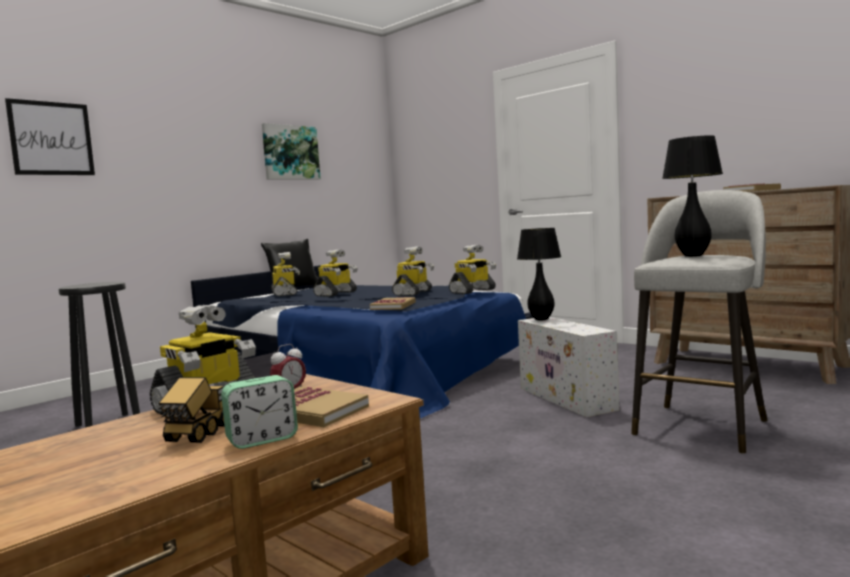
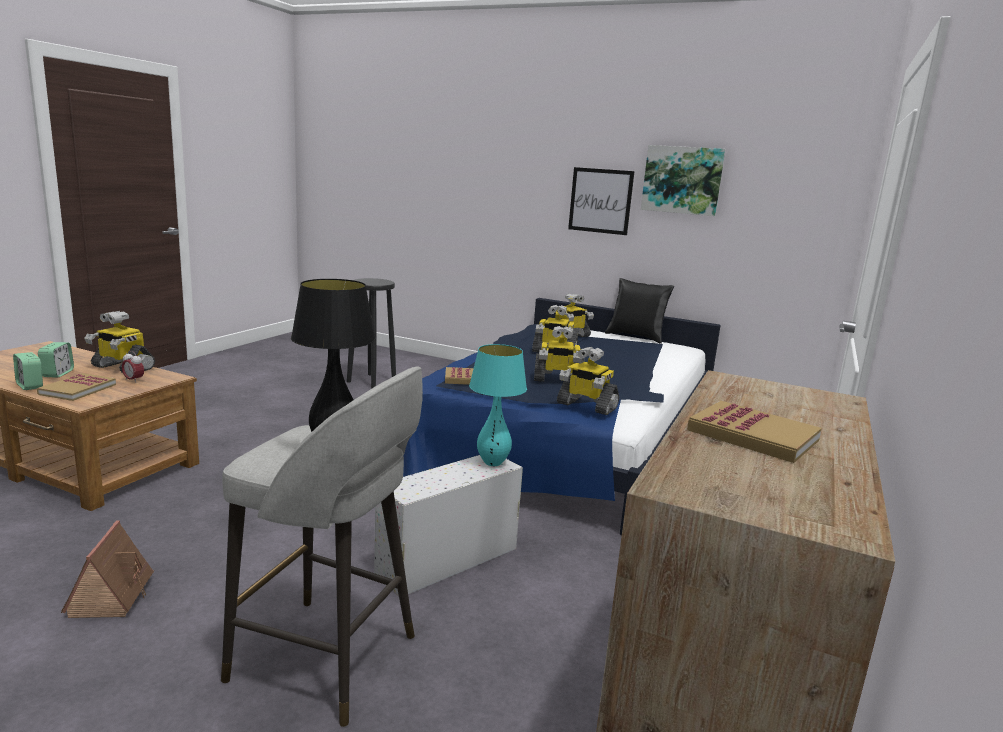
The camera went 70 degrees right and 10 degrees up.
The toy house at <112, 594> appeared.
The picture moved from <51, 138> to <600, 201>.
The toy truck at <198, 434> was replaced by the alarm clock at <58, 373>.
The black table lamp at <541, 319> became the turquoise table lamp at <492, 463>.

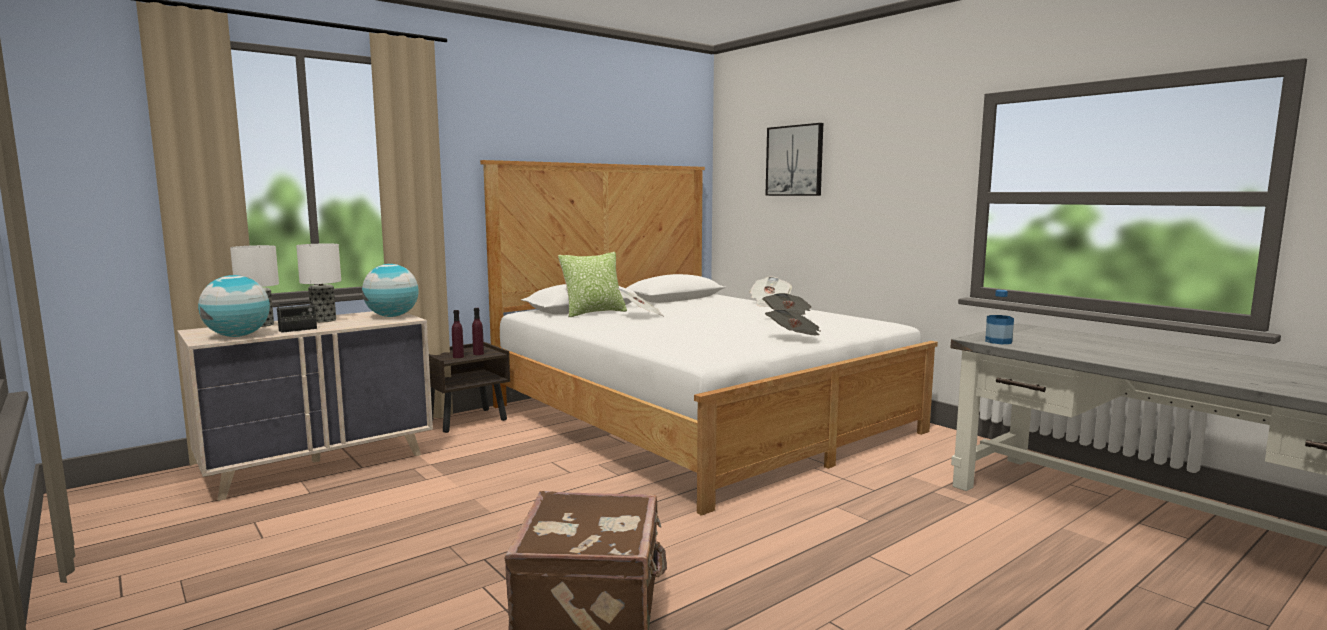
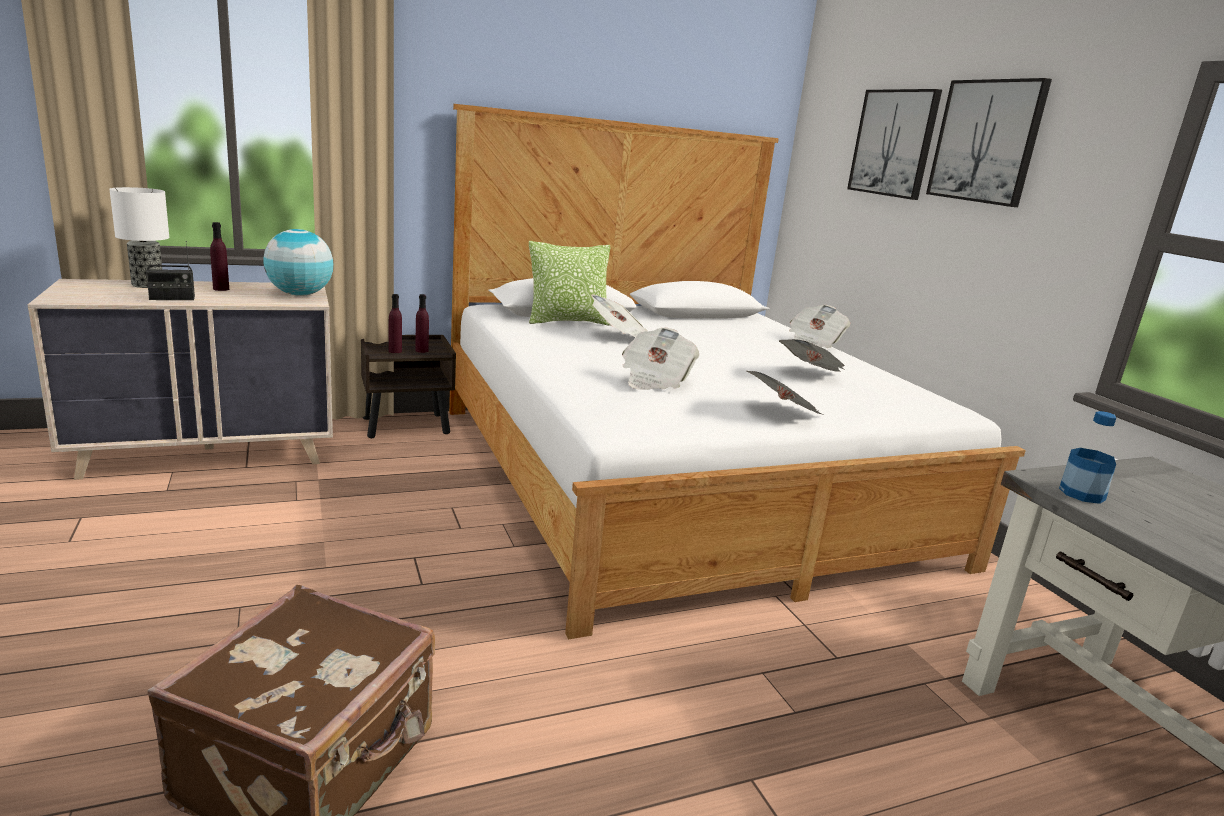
The camera went 15 degrees right and 10 degrees up.
The globe at <238, 336> disappeared.
The newspaper at <655, 380> appeared.
The picture at <986, 141> appeared.
The table lamp at <324, 320> was replaced by the purple bottle at <221, 289>.

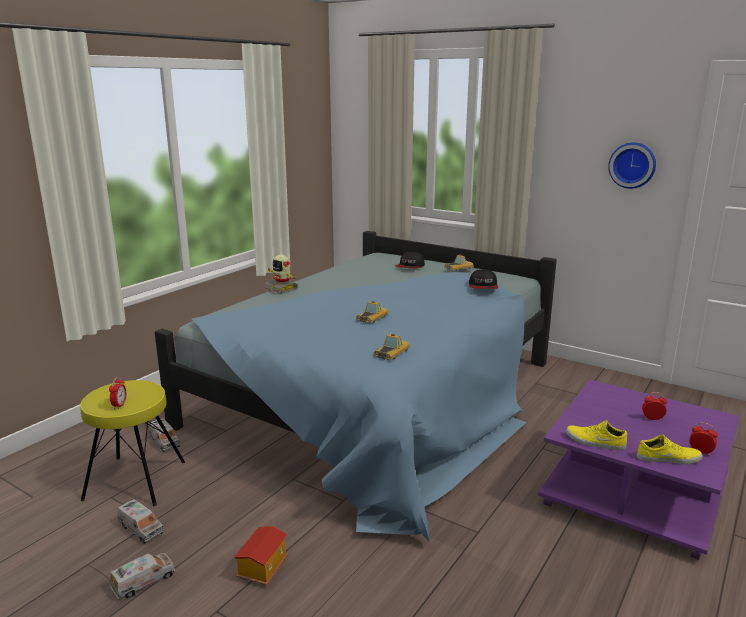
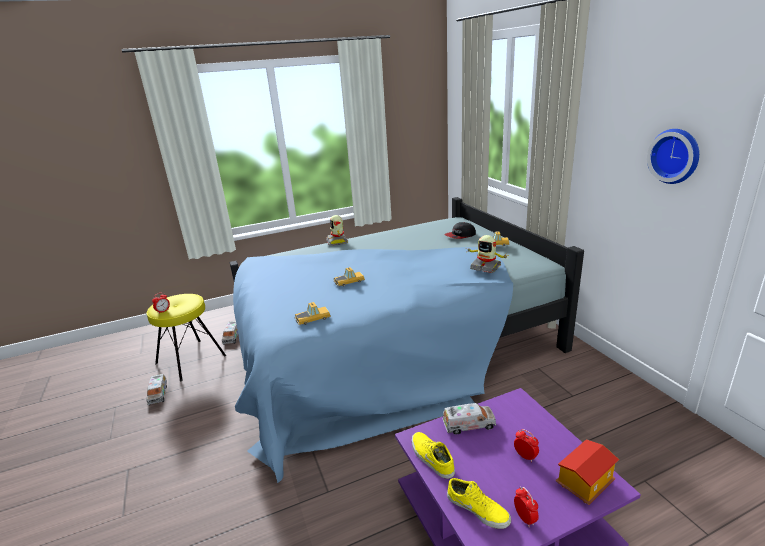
The camera went 35 degrees right and 5 degrees up.
The toy truck moved from <143, 582> to <468, 425>.
The toy house moved from <262, 568> to <584, 483>.
The cap at <483, 286> was replaced by the toy robot at <485, 267>.

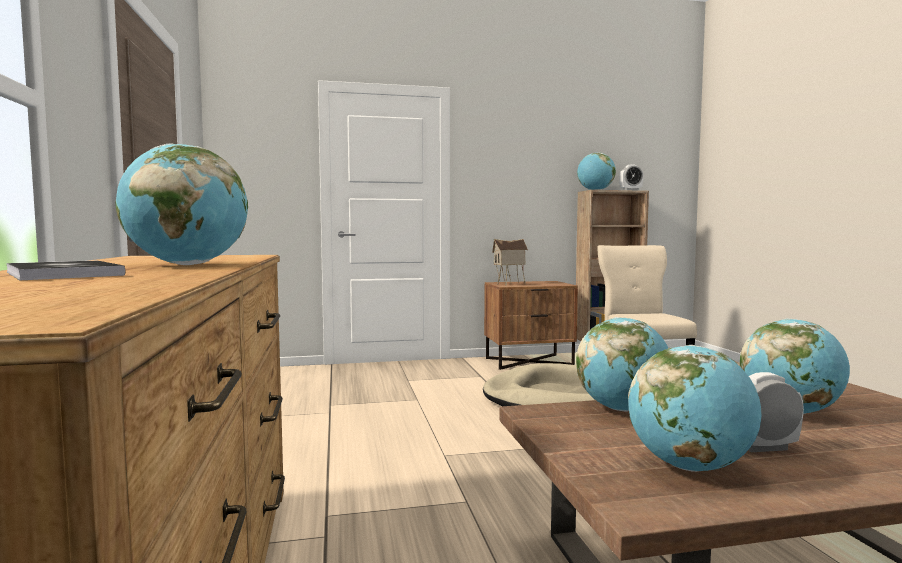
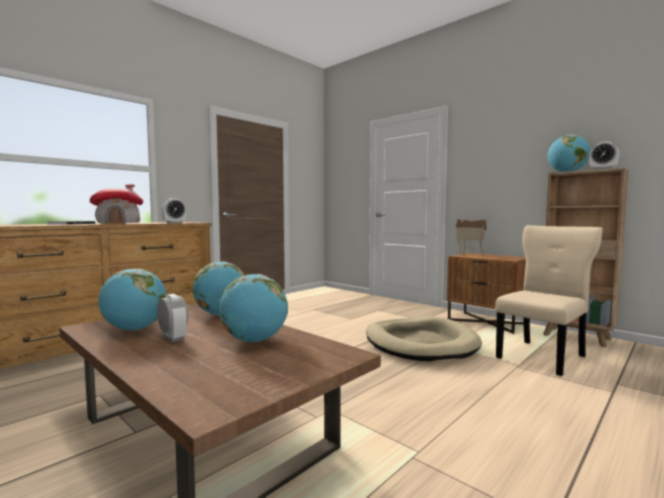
The camera went 55 degrees right and 0 degrees up.
The alarm clock at <174, 223> appeared.
The globe at <187, 265> was replaced by the toy house at <119, 223>.

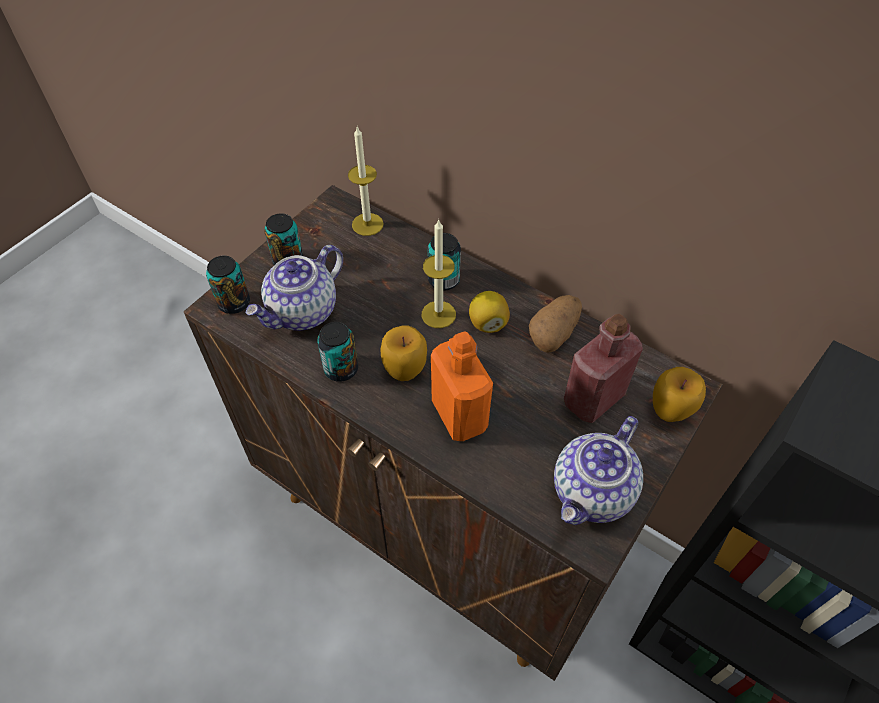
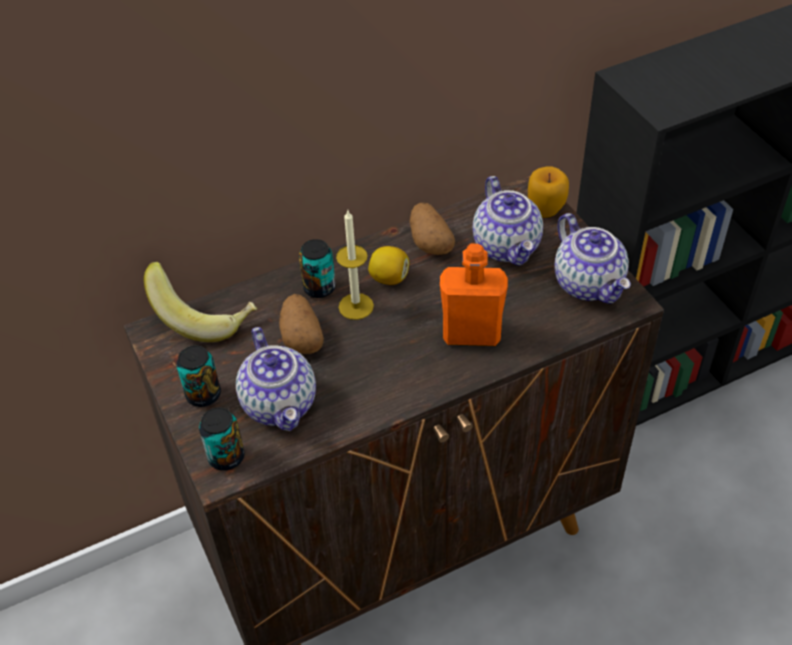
The camera went 60 degrees left and 5 degrees down.
The can at <341, 369> disappeared.
The apple at <405, 370> disappeared.
The potato at <302, 336> appeared.
The candle at <367, 224> was replaced by the banana at <205, 316>.
The red bottle at <593, 399> was replaced by the teapot at <507, 246>.

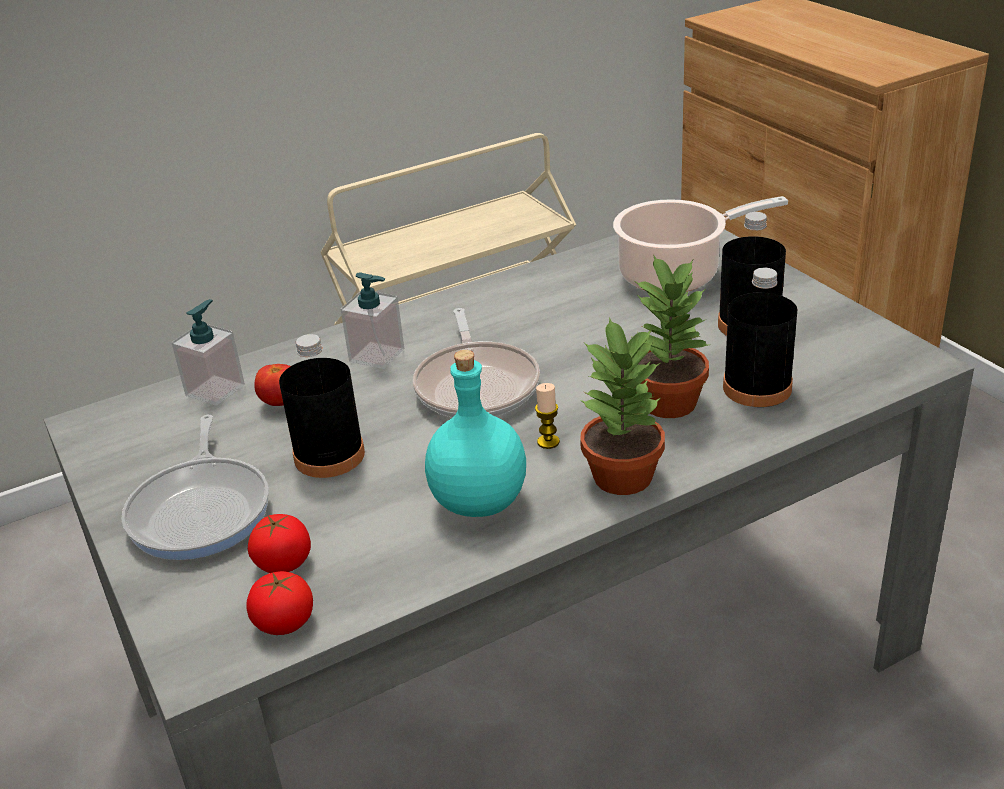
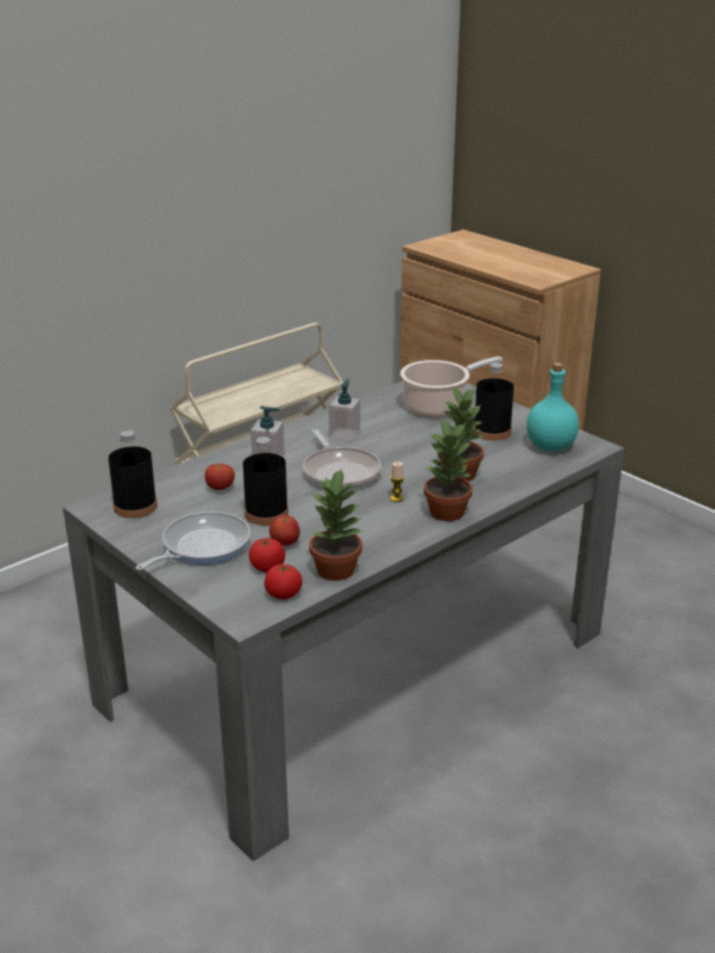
The camera went 15 degrees left and 5 degrees down.
The tomato at <285, 543> appeared.
The potted plant at <337, 570> appeared.
The soap dispenser moved from <215, 390> to <345, 434>.
The turquoise bottle moved from <477, 501> to <549, 446>.
The black bottle moved from <757, 388> to <135, 507>.
The frying pan at <202, 510> turned 120 degrees counterclockwise.

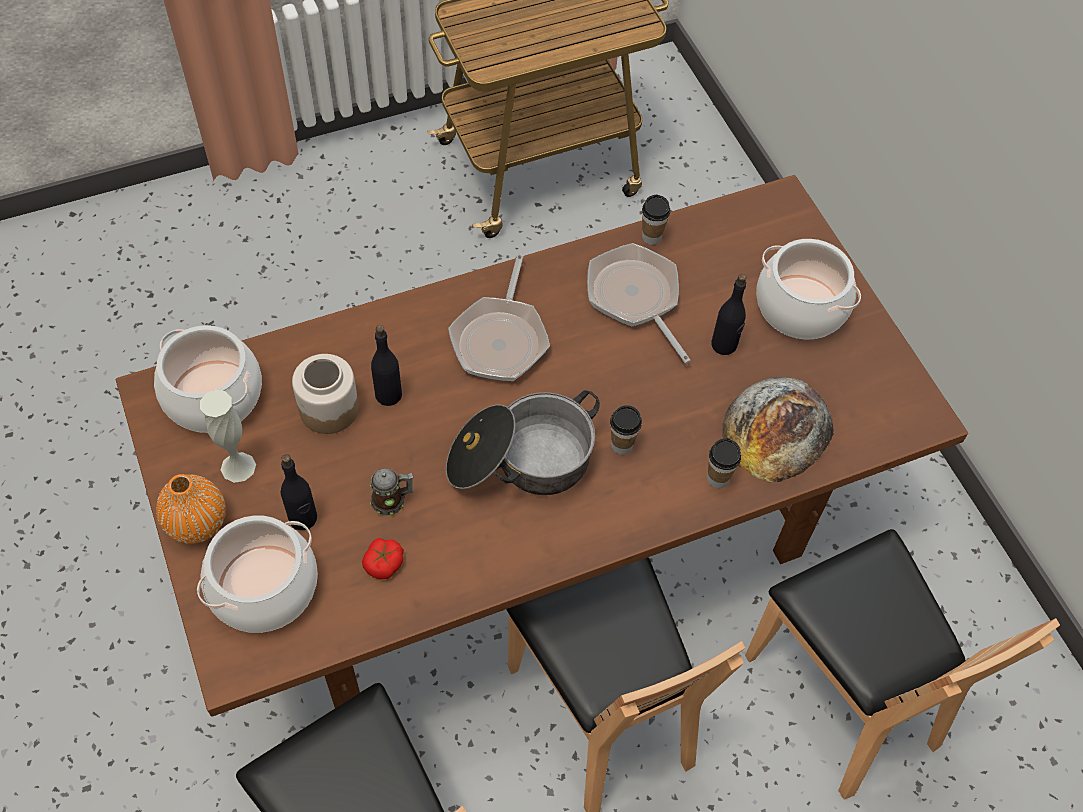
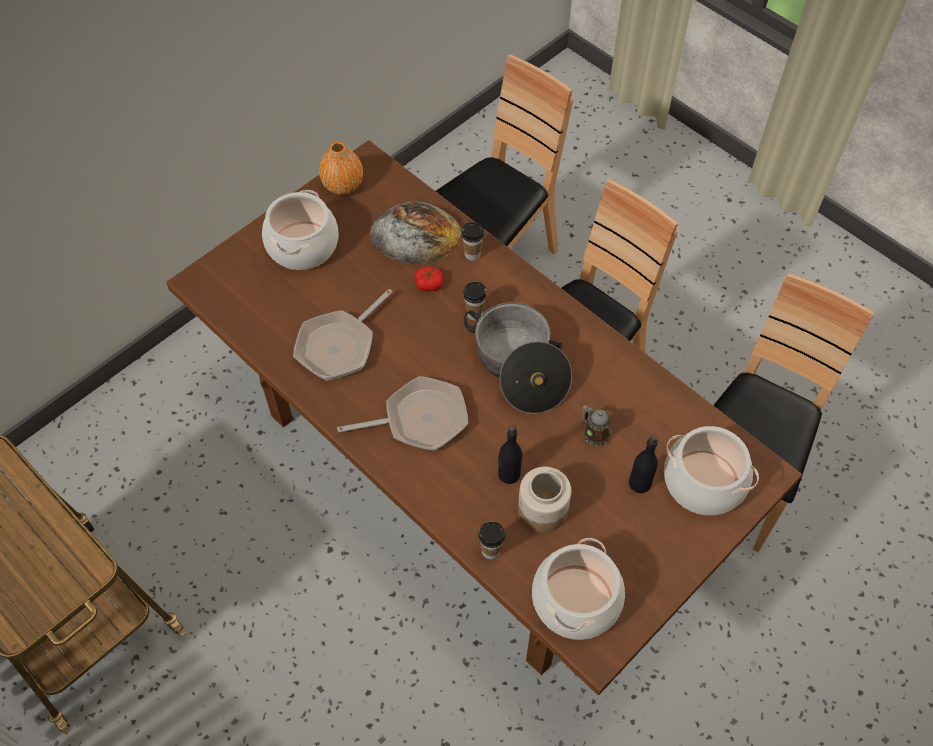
The camera went 110 degrees left and 0 degrees up.
The white vase at <238, 467> disappeared.
The black bottle at <724, 345> disappeared.
The orange vase moved from <197, 523> to <343, 185>.
The tomato moved from <384, 563> to <429, 284>.
The cup moved from <651, 237> to <490, 550>.

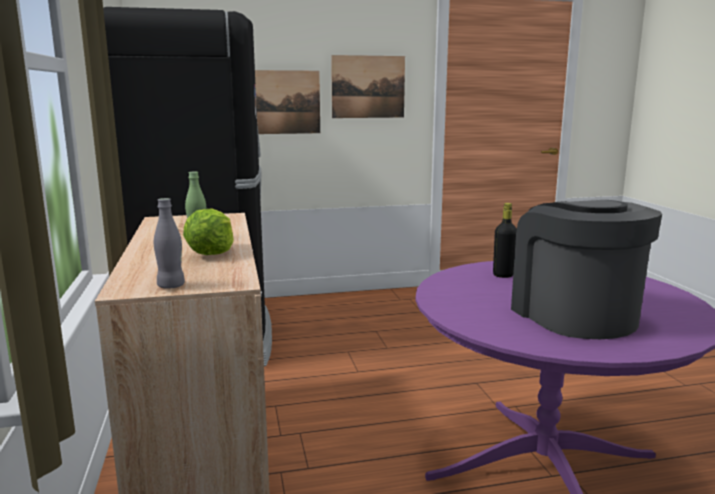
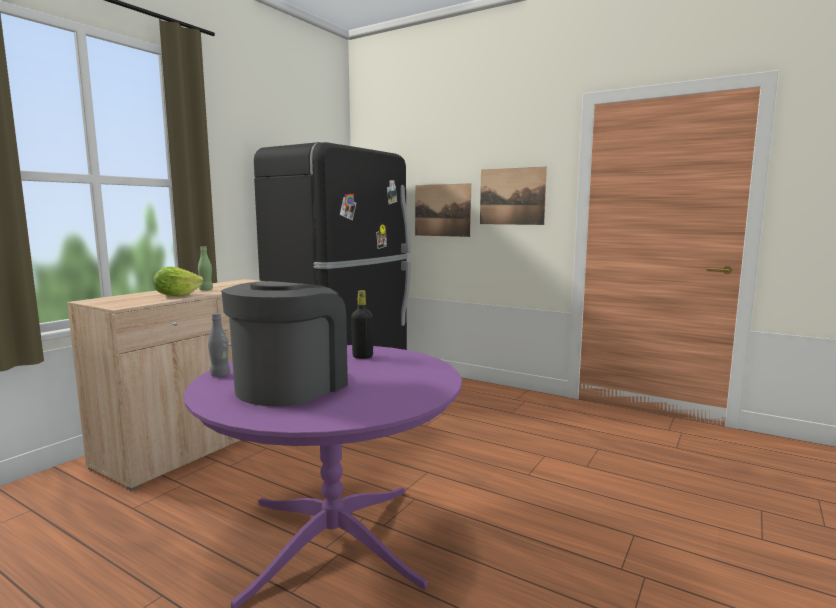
The camera went 45 degrees right and 5 degrees down.
The grey bottle moved from <171, 286> to <220, 375>.

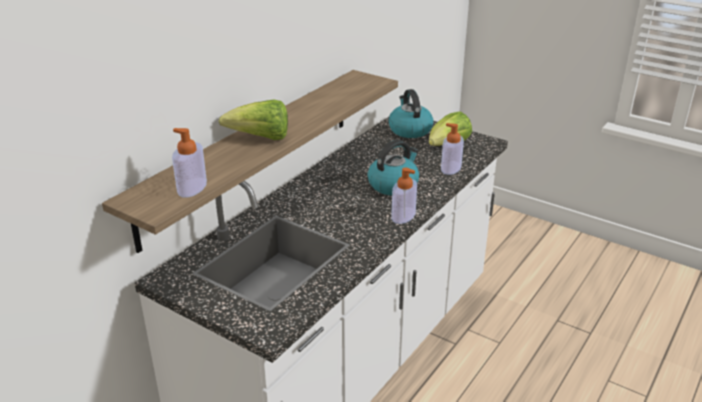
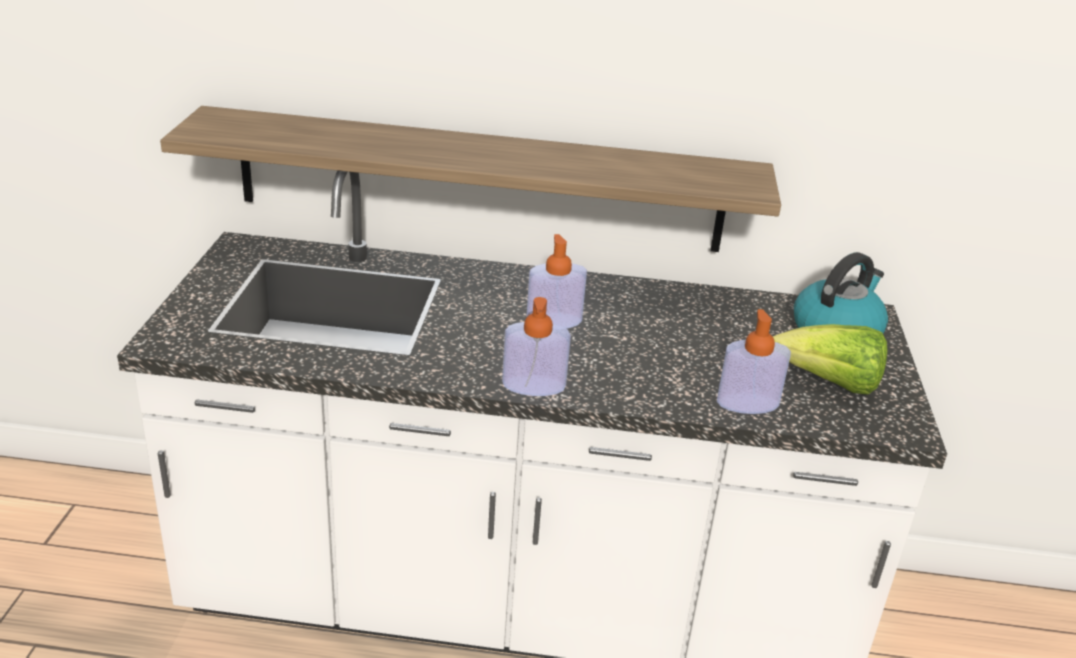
The camera went 60 degrees right and 0 degrees up.
The lettuce at <261, 138> disappeared.
The kettle at <393, 185> disappeared.
The soap dispenser moved from <192, 187> to <554, 321>.

